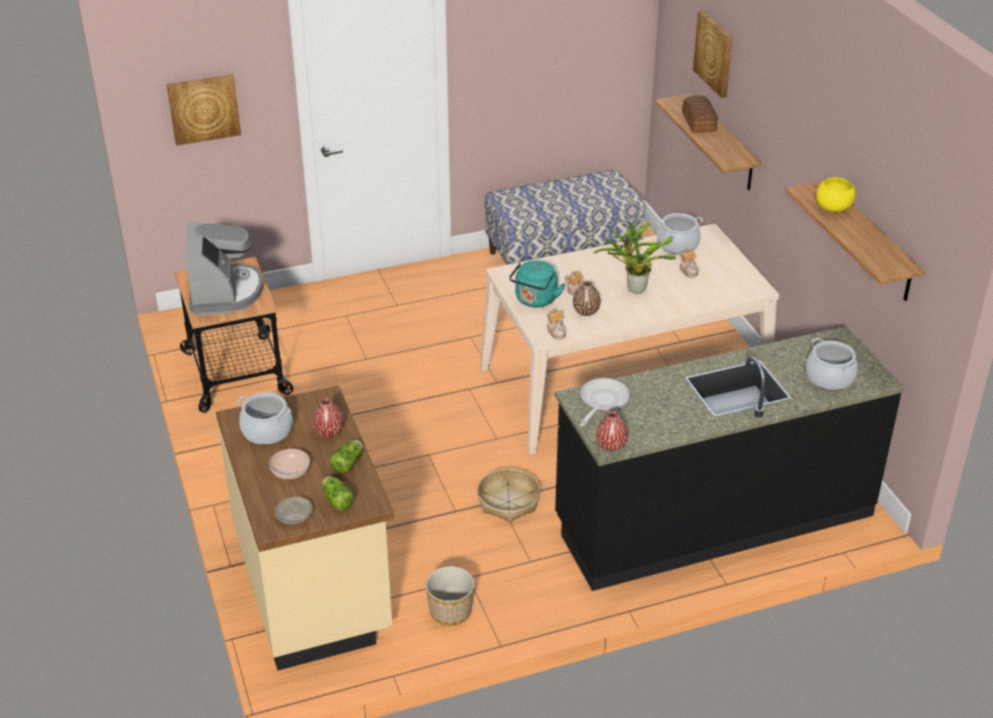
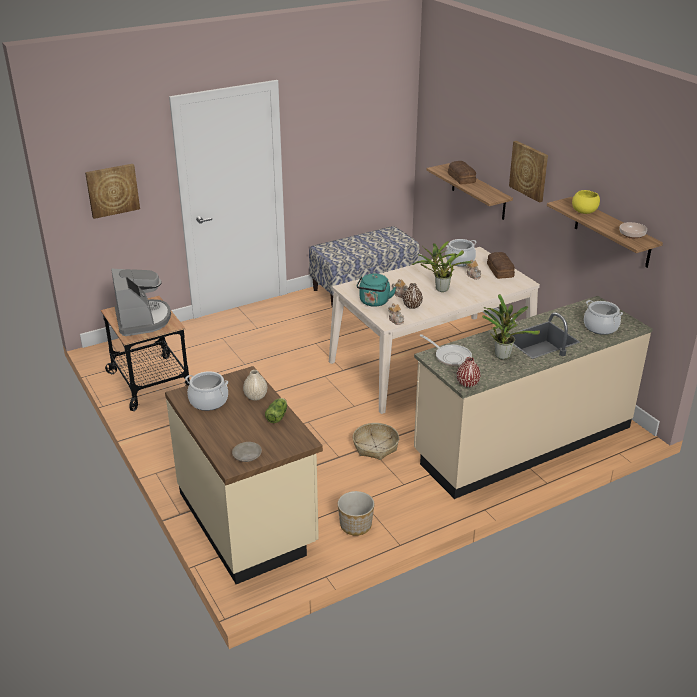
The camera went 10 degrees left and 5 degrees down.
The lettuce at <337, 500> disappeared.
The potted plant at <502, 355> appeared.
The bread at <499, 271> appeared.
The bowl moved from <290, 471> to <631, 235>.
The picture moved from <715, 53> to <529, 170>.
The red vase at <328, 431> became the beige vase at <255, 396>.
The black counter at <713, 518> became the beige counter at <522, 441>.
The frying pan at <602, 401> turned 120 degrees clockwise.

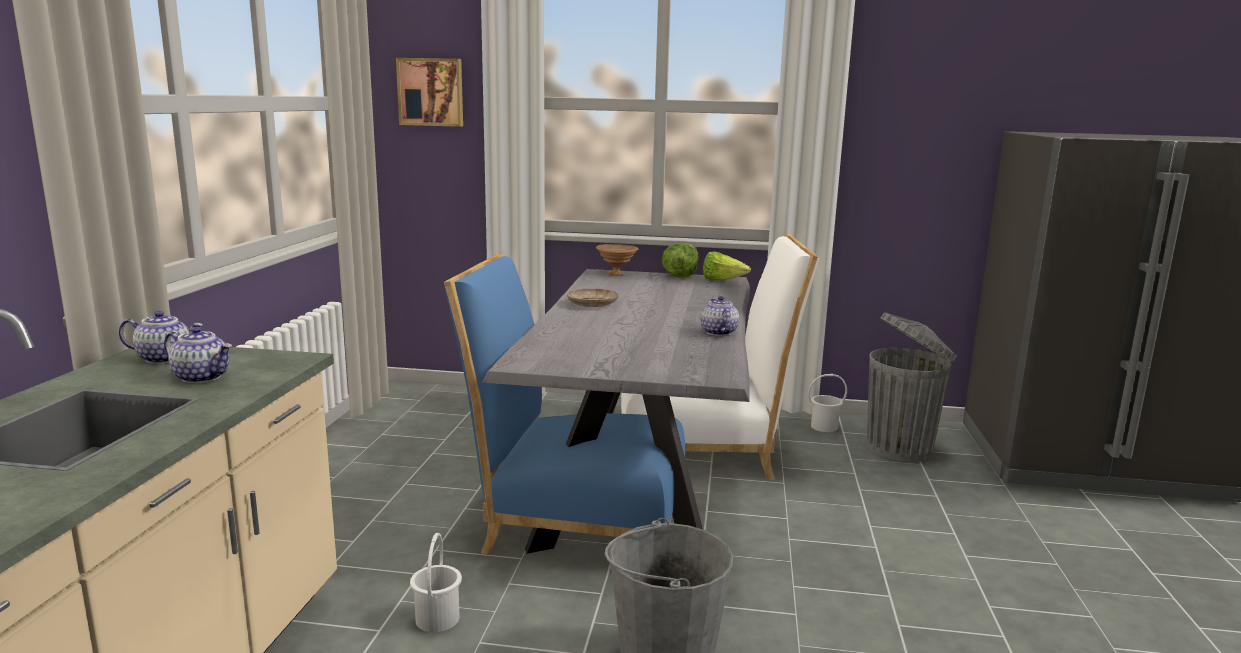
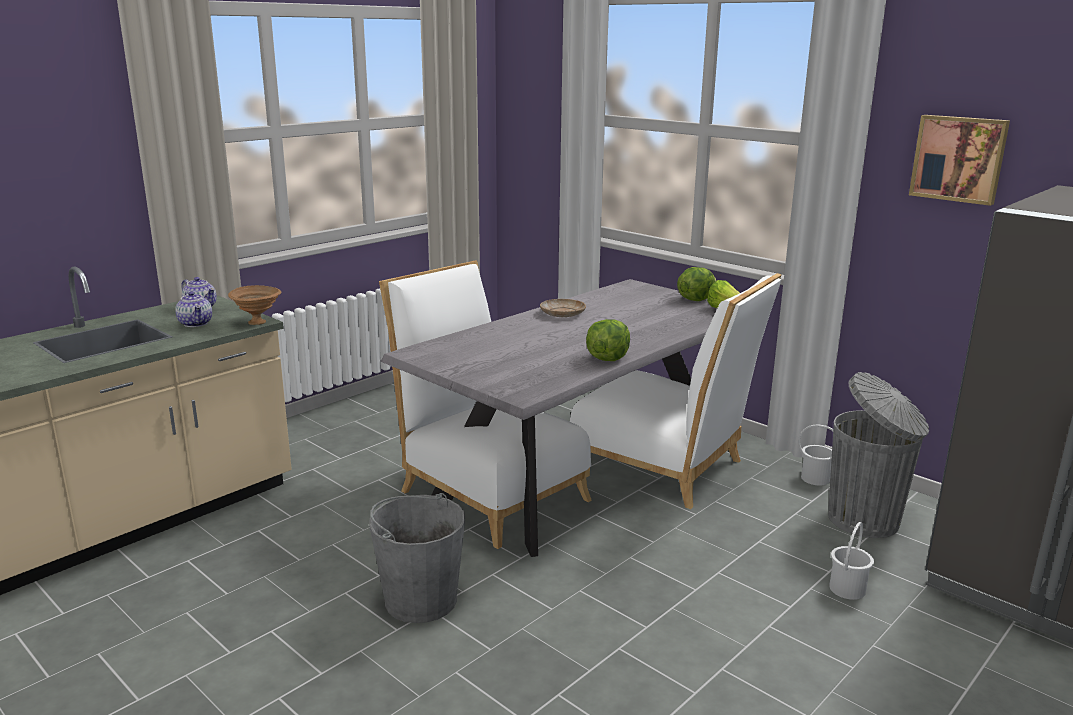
The camera went 35 degrees right and 5 degrees up.
The picture moved from <431, 92> to <959, 158>.
The white bucket moved from <436, 619> to <846, 589>.
The brown bowl moved from <616, 274> to <258, 322>.
The teapot at <718, 332> was replaced by the lettuce at <607, 358>.
The blue chair at <574, 522> became the white chair at <487, 491>.

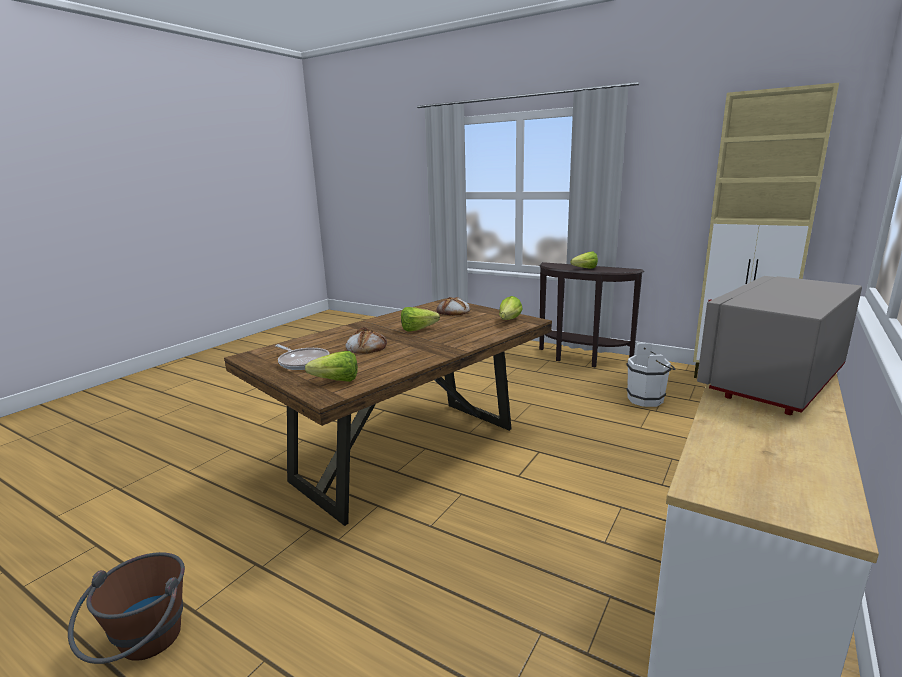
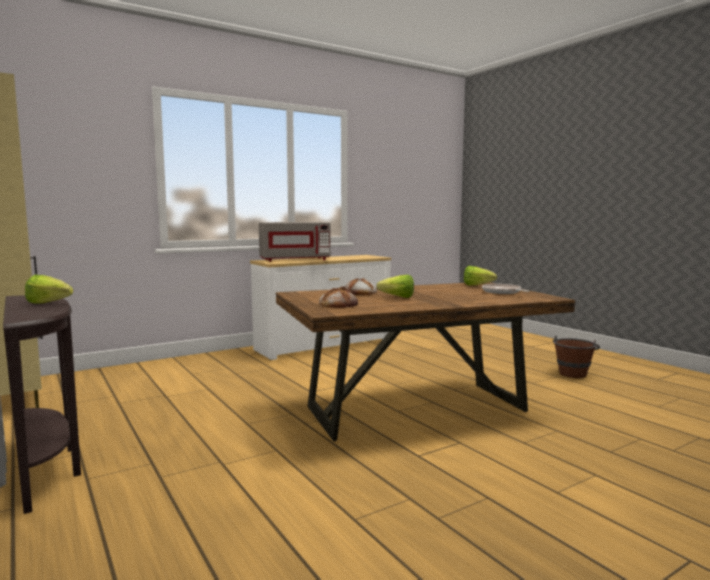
The camera went 155 degrees left and 10 degrees down.
The lettuce at <507, 321> disappeared.
The white bucket at <648, 400> disappeared.
The bread moved from <366, 346> to <360, 293>.

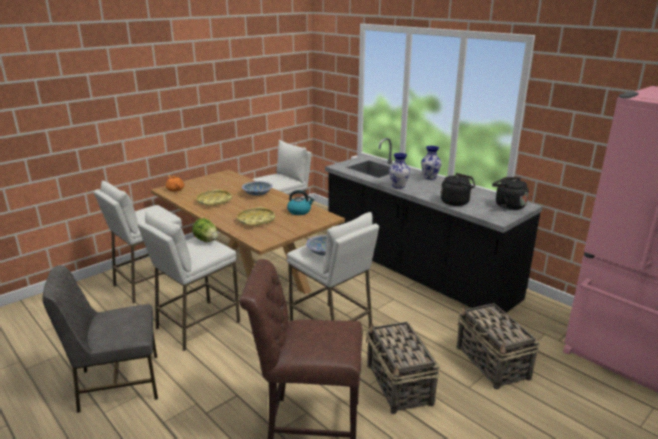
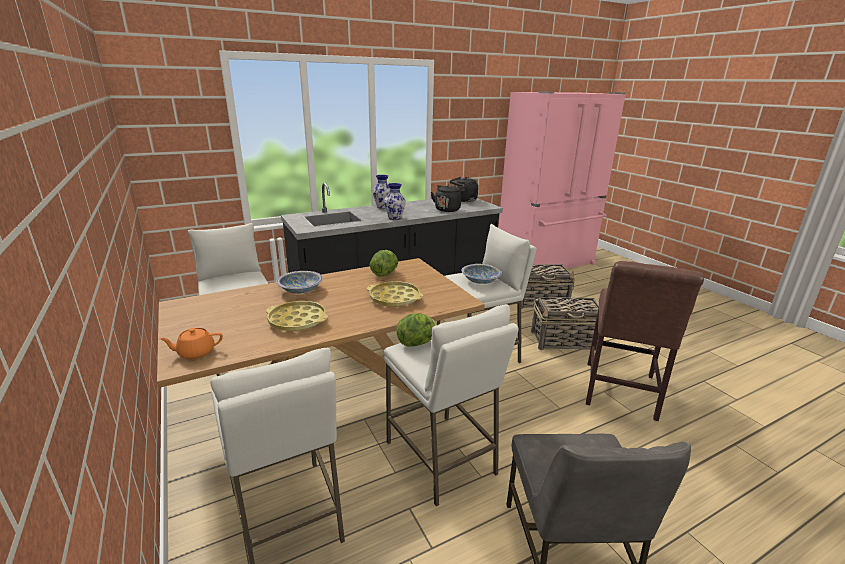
The camera went 75 degrees left and 0 degrees up.
The kettle at <299, 211> was replaced by the lettuce at <385, 274>.

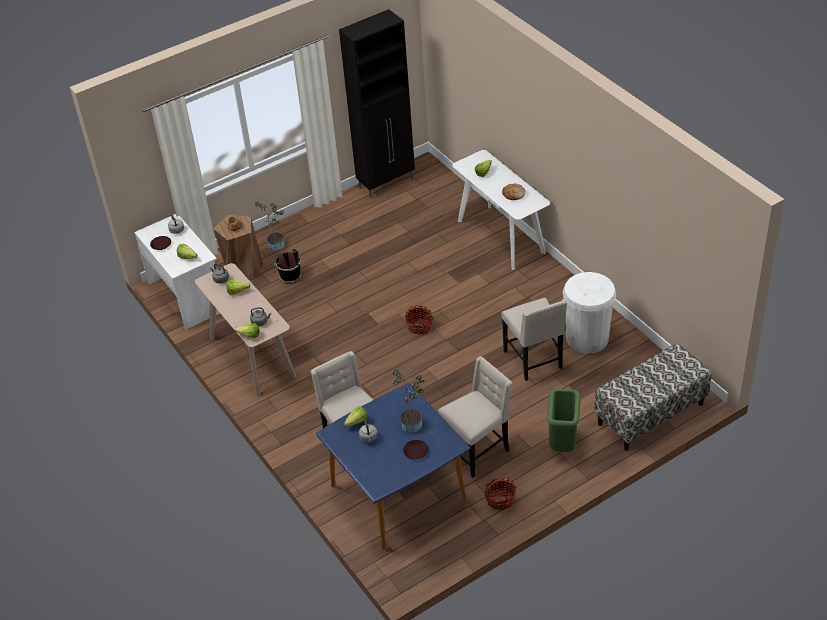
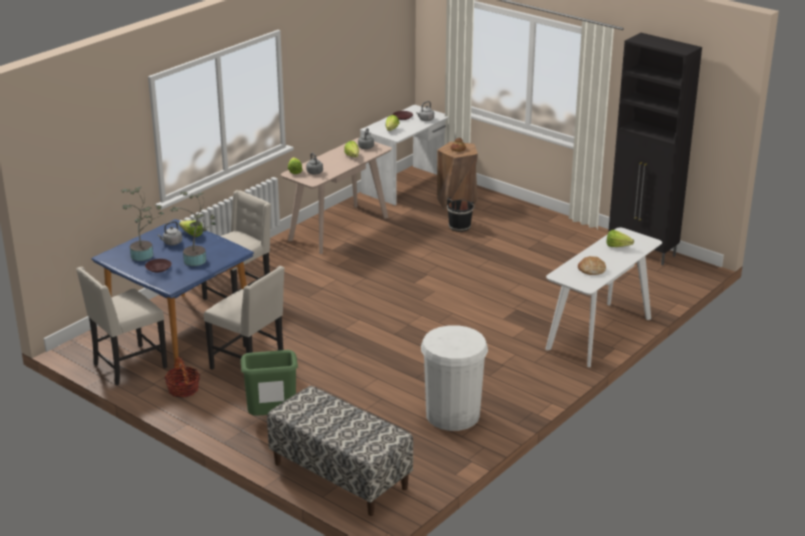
The camera went 70 degrees right and 15 degrees down.
The basket at <419, 326> disappeared.
The potted plant moved from <276, 243> to <144, 255>.
The beige chair moved from <534, 360> to <128, 366>.

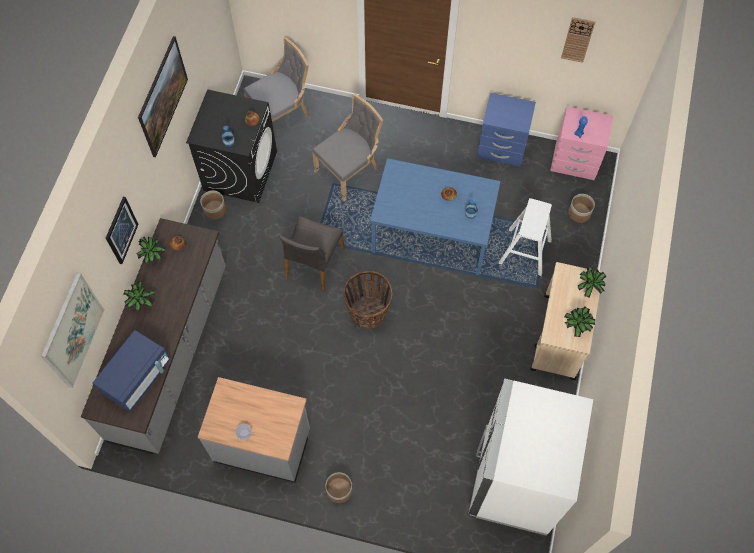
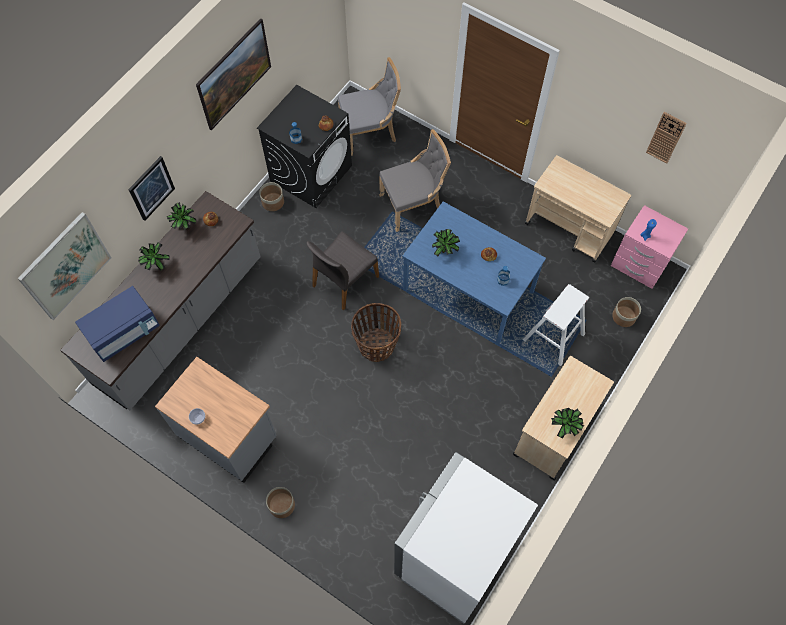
The camera went 20 degrees right and 0 degrees up.
The potted plant moved from <588, 288> to <444, 250>.
The blue nightstand at <501, 148> was replaced by the beige cart at <570, 229>.

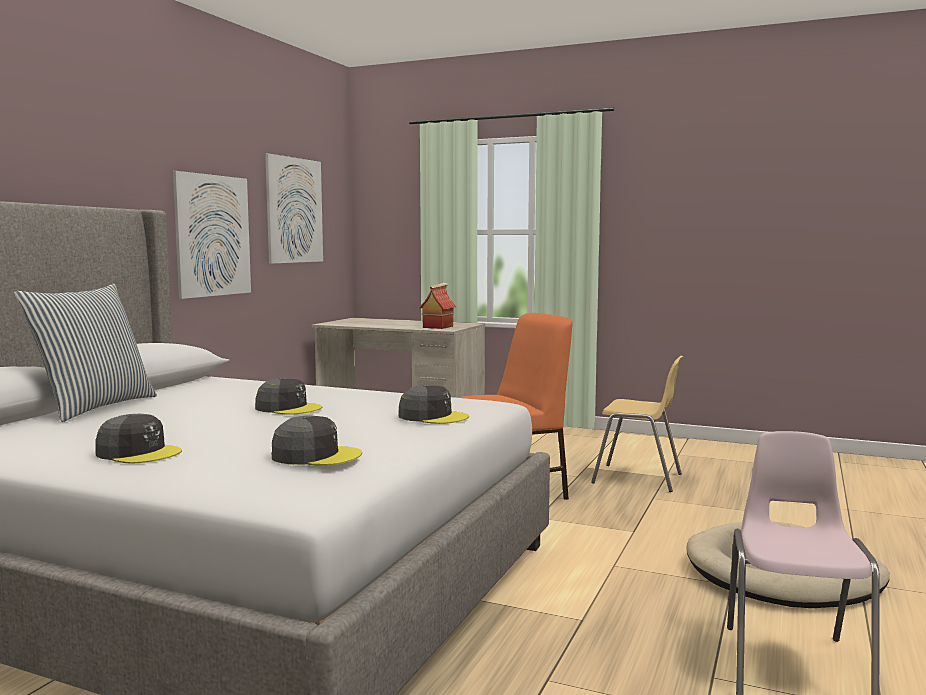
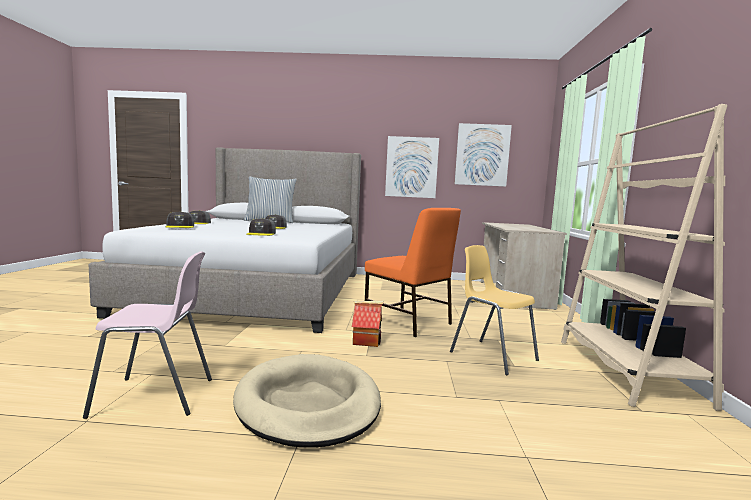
The camera went 70 degrees right and 0 degrees up.
The beige bookcase at <626, 371> appeared.
The toy house moved from <437, 327> to <367, 341>.
The yellow chair at <638, 478> turned 135 degrees clockwise.

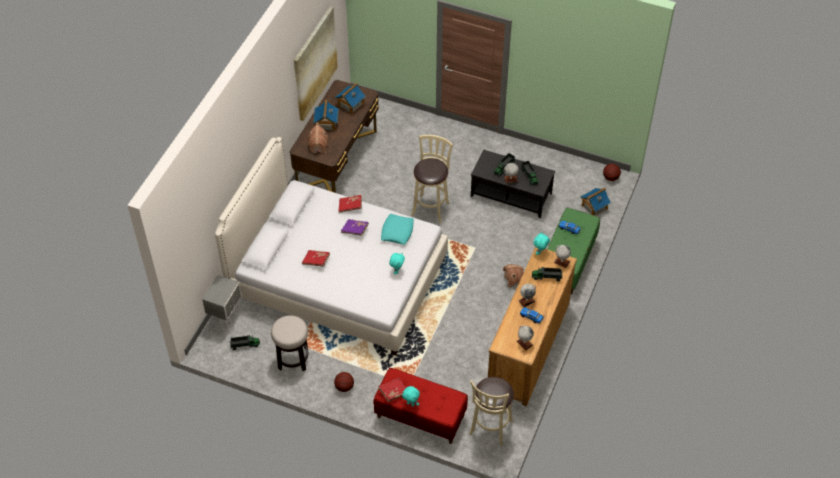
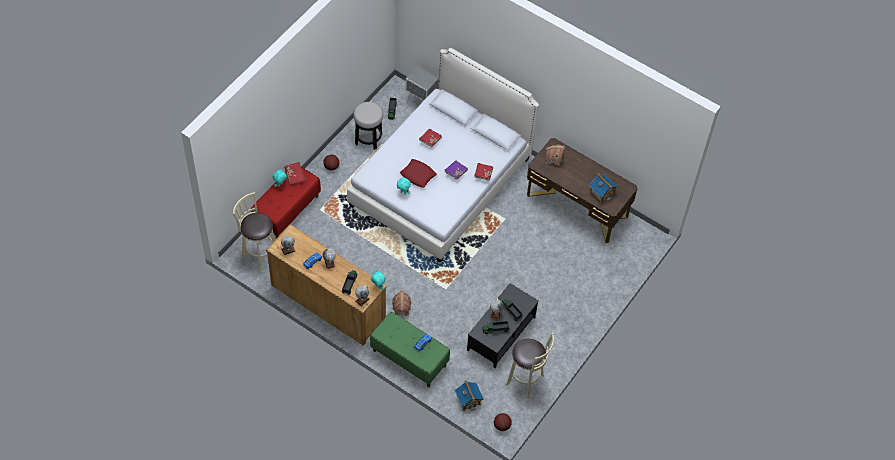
The camera went 100 degrees right and 5 degrees up.
The picture at <314, 63> disappeared.
The toy house at <326, 123> disappeared.
The turquoise pillow at <397, 231> disappeared.
The red pillow at <418, 175> appeared.
The beige stool moved from <431, 207> to <526, 381>.

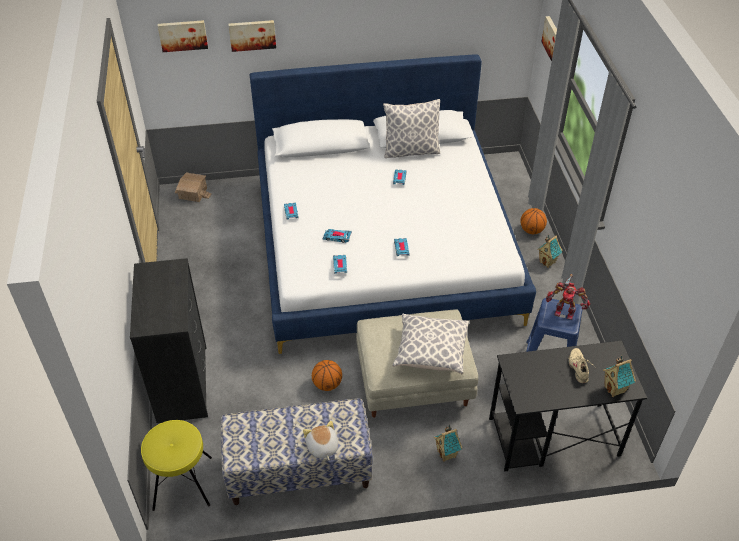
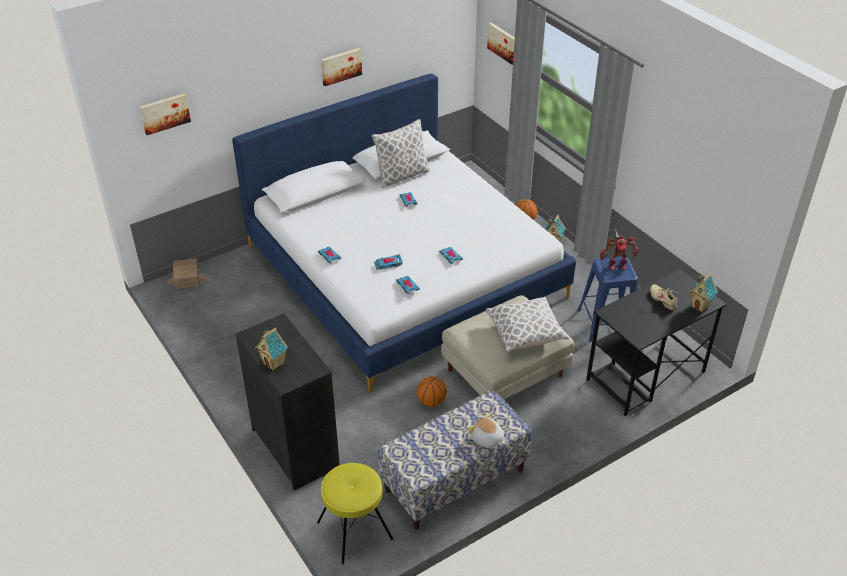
The camera went 25 degrees left and 5 degrees down.
The picture moved from <252, 35> to <341, 66>.
The toy house moved from <447, 454> to <274, 363>.

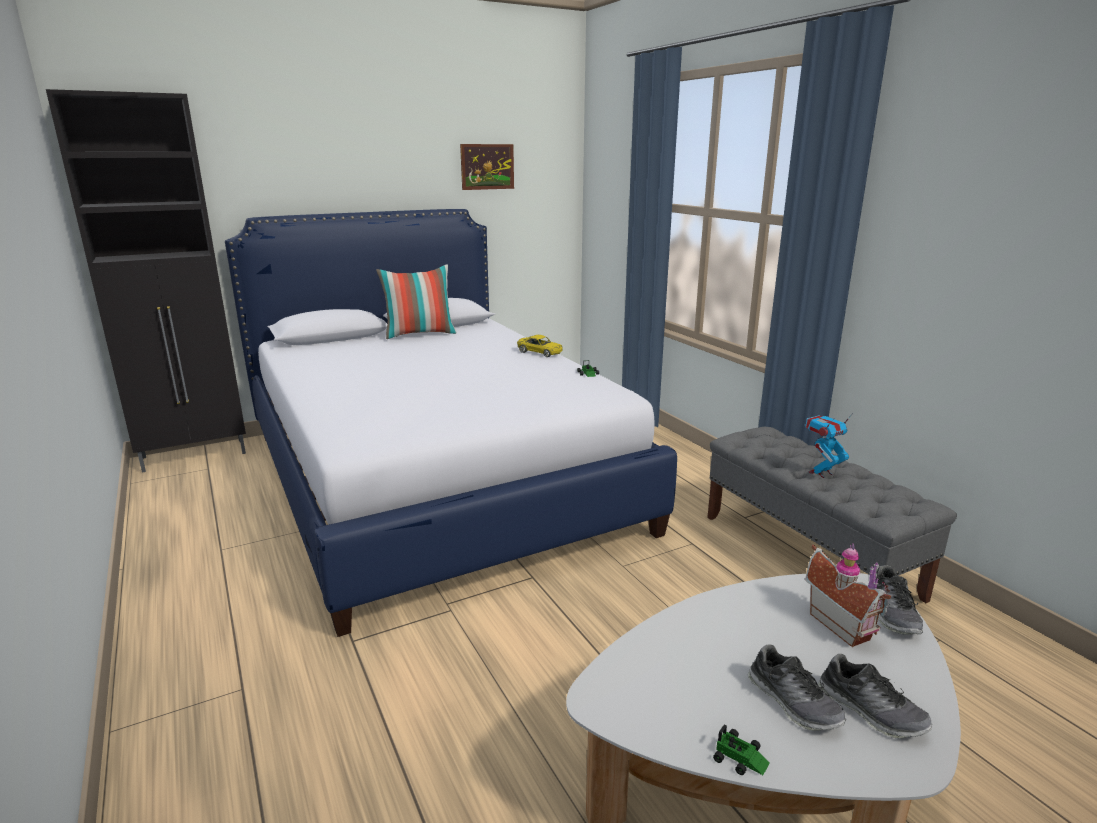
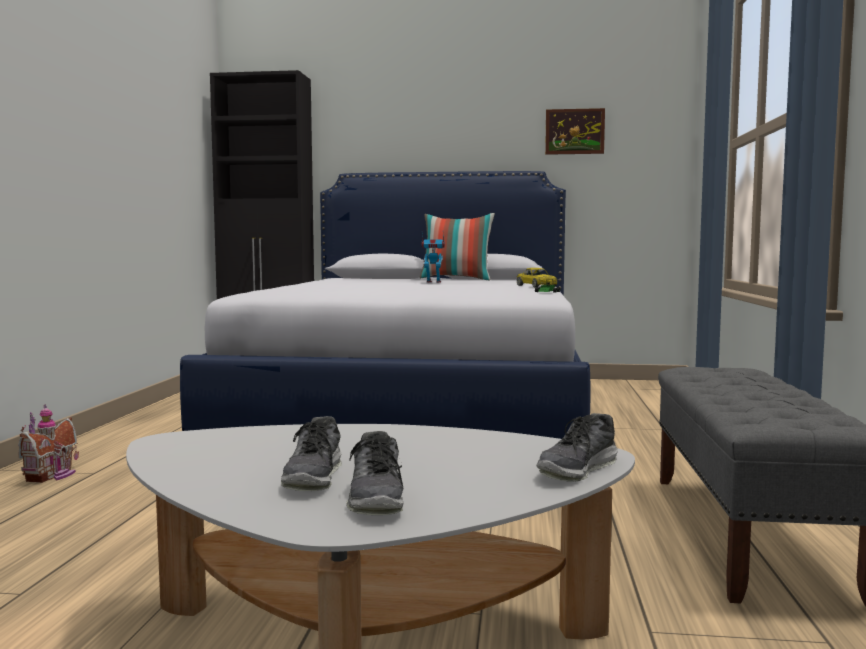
The camera went 35 degrees right and 15 degrees down.
The toy car at <742, 757> disappeared.
The toy robot moved from <821, 473> to <433, 282>.
The toy house moved from <842, 624> to <53, 476>.

